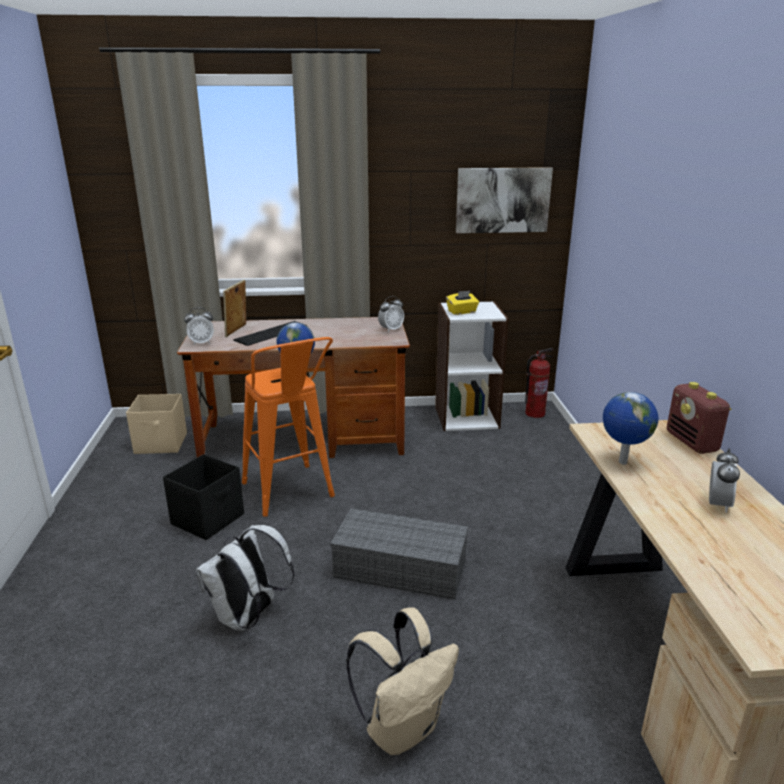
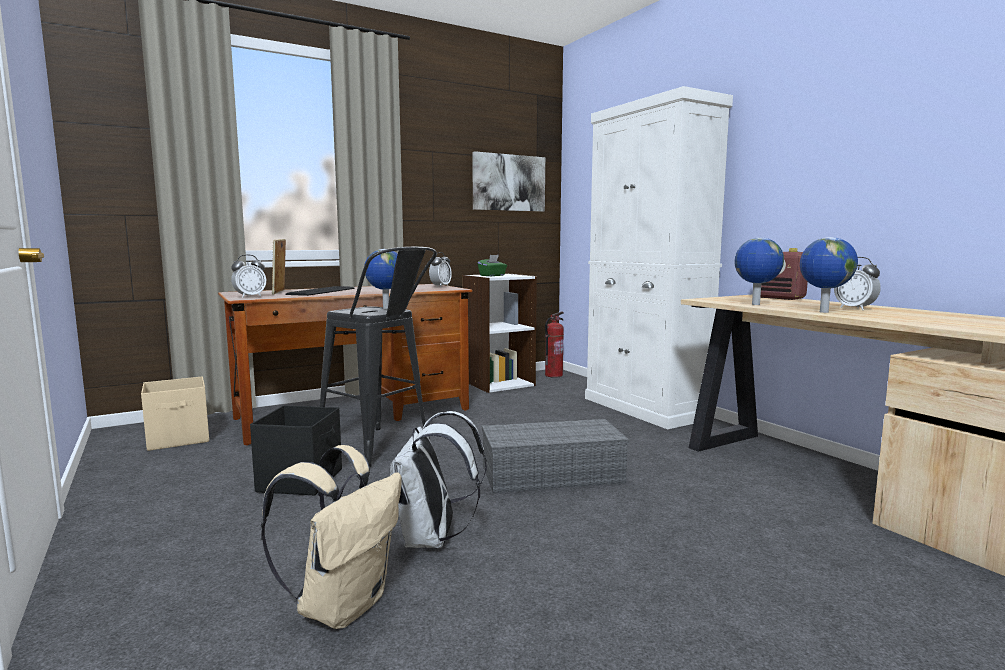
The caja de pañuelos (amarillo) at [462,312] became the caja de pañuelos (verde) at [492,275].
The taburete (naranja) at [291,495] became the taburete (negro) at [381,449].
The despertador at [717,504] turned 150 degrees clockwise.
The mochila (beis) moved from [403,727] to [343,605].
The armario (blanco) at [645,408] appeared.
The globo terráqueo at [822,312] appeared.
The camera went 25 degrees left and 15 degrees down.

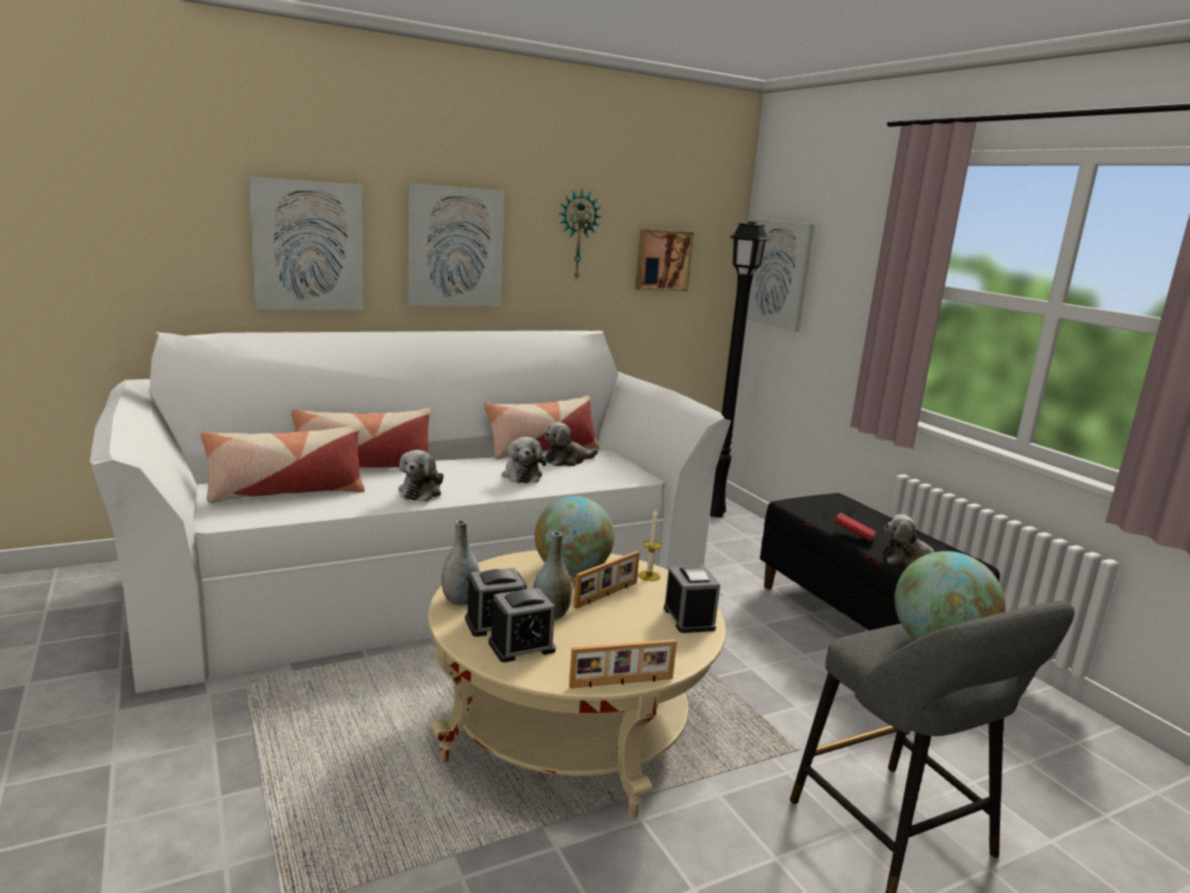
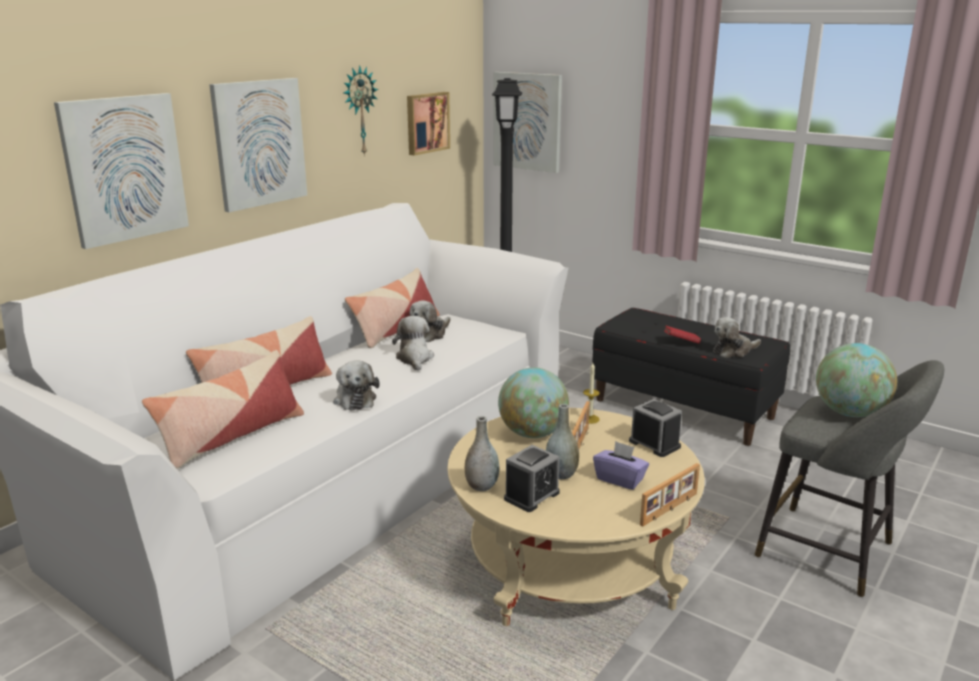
The peluche at [521,475] turned 150 degrees counterclockwise.
The despertador at [521,647] disappeared.
The caja de pañuelos (morado) at [620,479] appeared.
The camera went 25 degrees left and 5 degrees up.

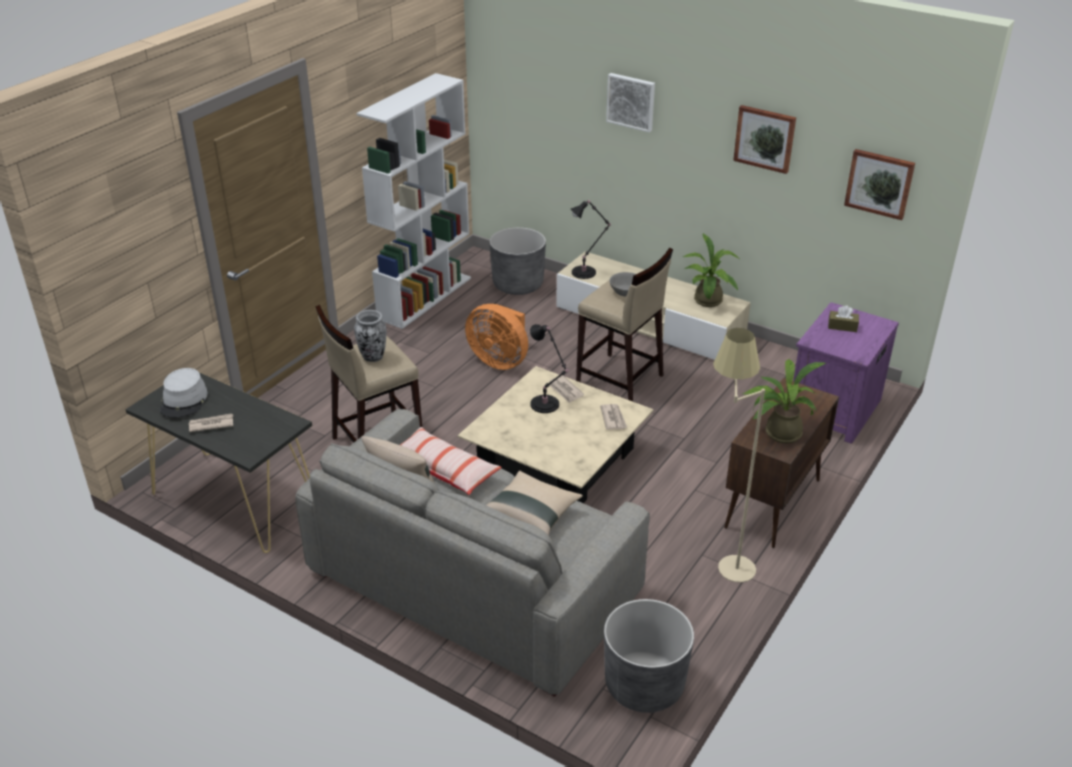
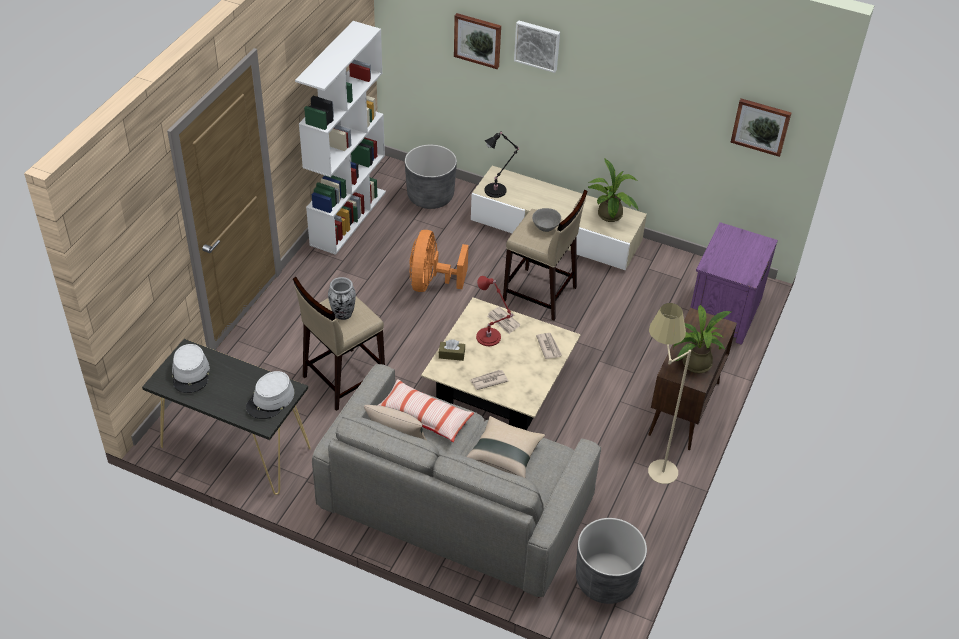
The cuadro moved from [765,138] to [478,40].
The ventilador (naranja) at [500,360] turned 75 degrees clockwise.
The caja de pañuelos (marrón) moved from [842,326] to [451,354].
The lámpara de mesa (negro) at [546,405] became the lámpara de mesa (rojo) at [490,338].
The periódico moved from [211,424] to [488,381].
The sombrero (gris) at [270,400] appeared.
The camera went 10 degrees left and 10 degrees up.

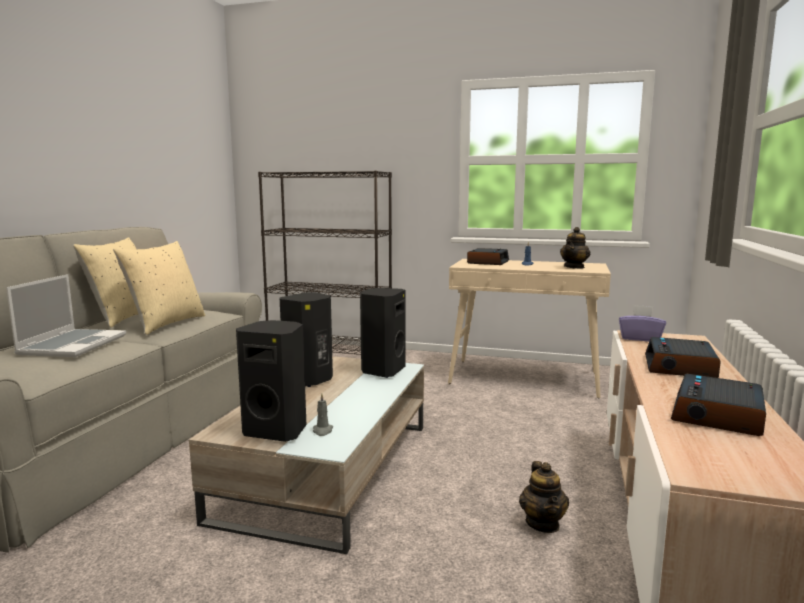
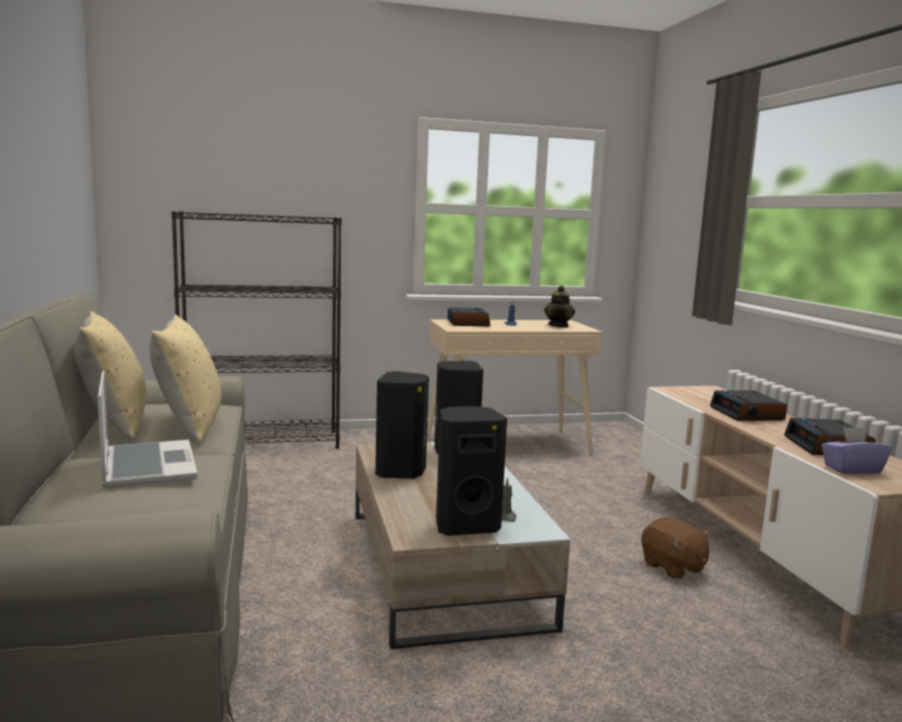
The caja de pañuelos (morado) moved from [640,338] to [851,469].
The tetera at [543,523] was replaced by the peluche (marrón) at [673,567].
The camera went 30 degrees left and 0 degrees up.

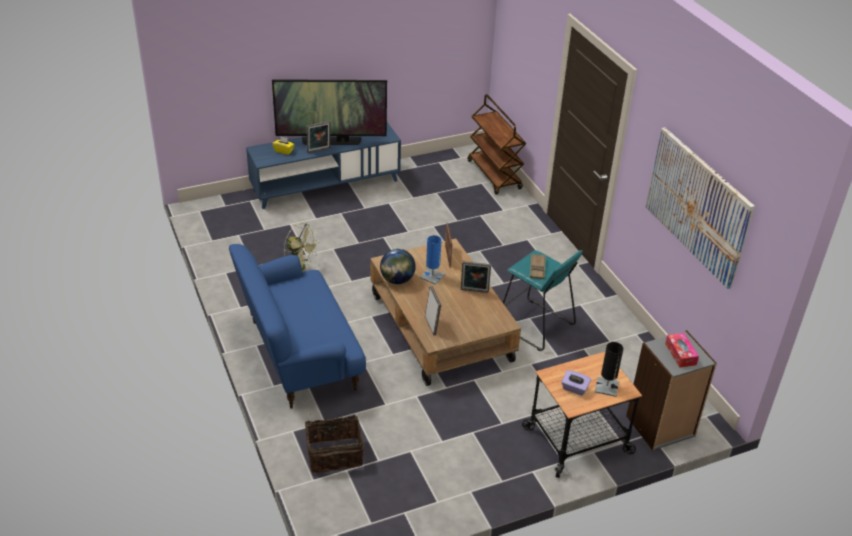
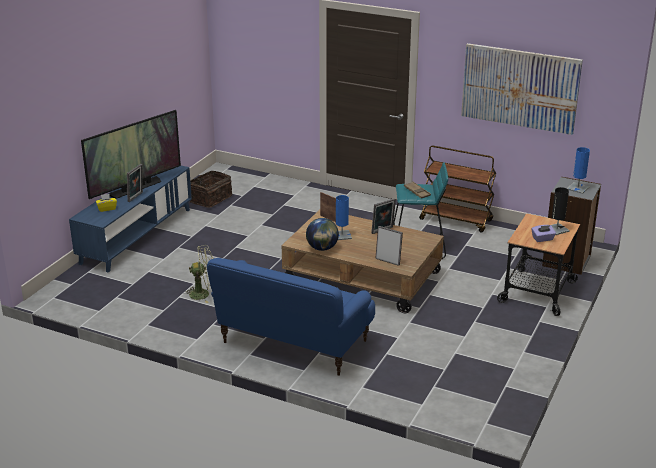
The carrito (marrón) moved from [494,175] to [456,220].
The caja de pañuelos at [680,354] was replaced by the lámpara de mesa (azul) at [578,188].
The cesta moved from [334,454] to [210,199].
The camera went 40 degrees left and 10 degrees down.

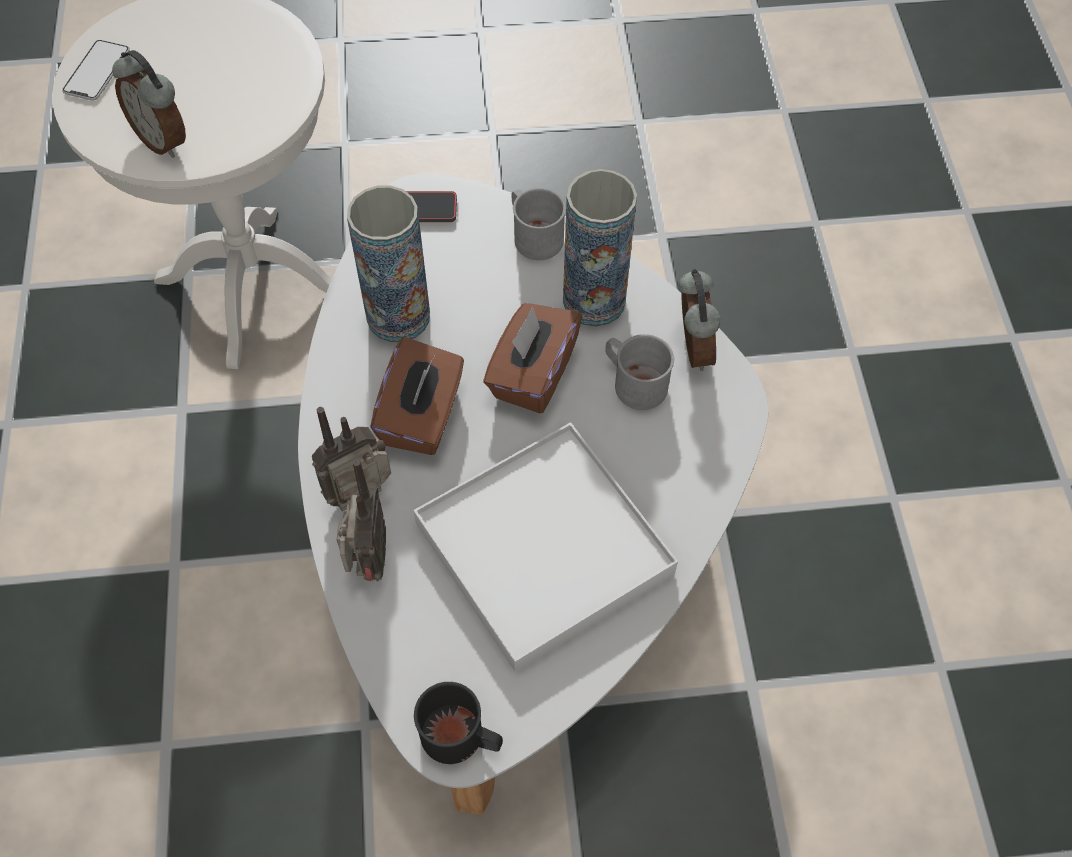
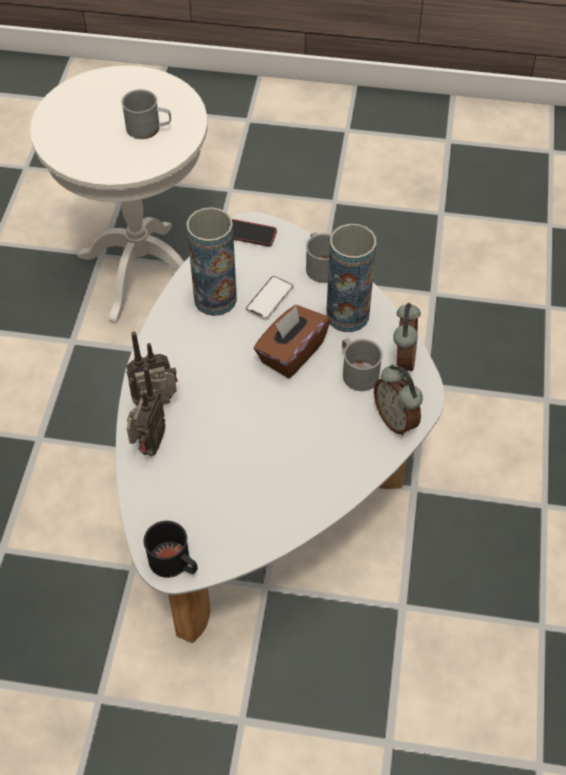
The móvil moved from [97,71] to [269,298].
The despertador moved from [163,140] to [396,419].
The caja de pañuelos (marrón) at [422,416] disappeared.
The bandeja (blanco) at [544,548] disappeared.
The taza grande (gris) at [148,129] appeared.
The camera went 15 degrees right and 5 degrees down.

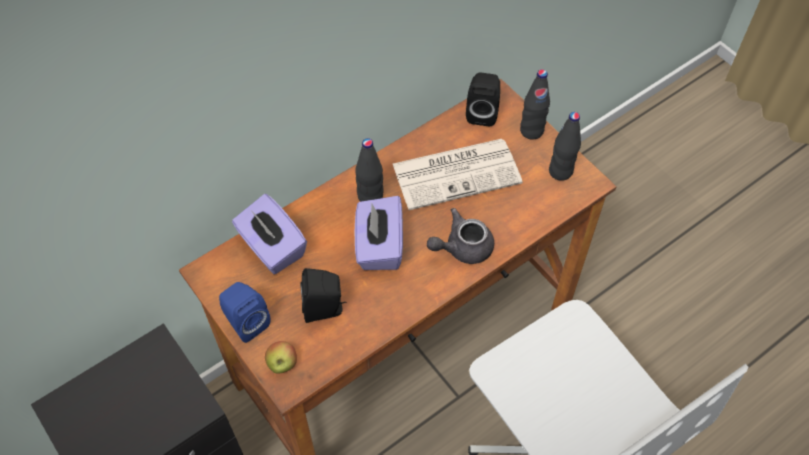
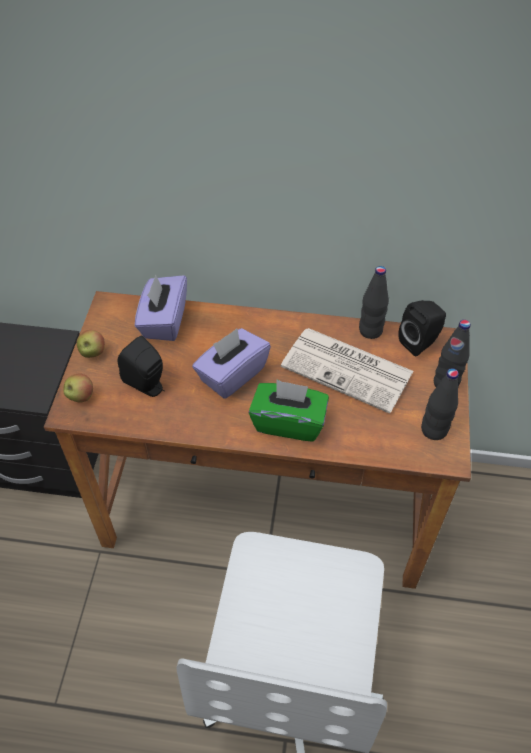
The botella (negro) moved from [370,197] to [370,330].
The tetera (gris) at [462,247] was replaced by the caja de pañuelos (verde) at [288,422].
The altavoz (azul) at [246,322] was replaced by the manzana at [92,353].
The camera went 45 degrees right and 5 degrees down.

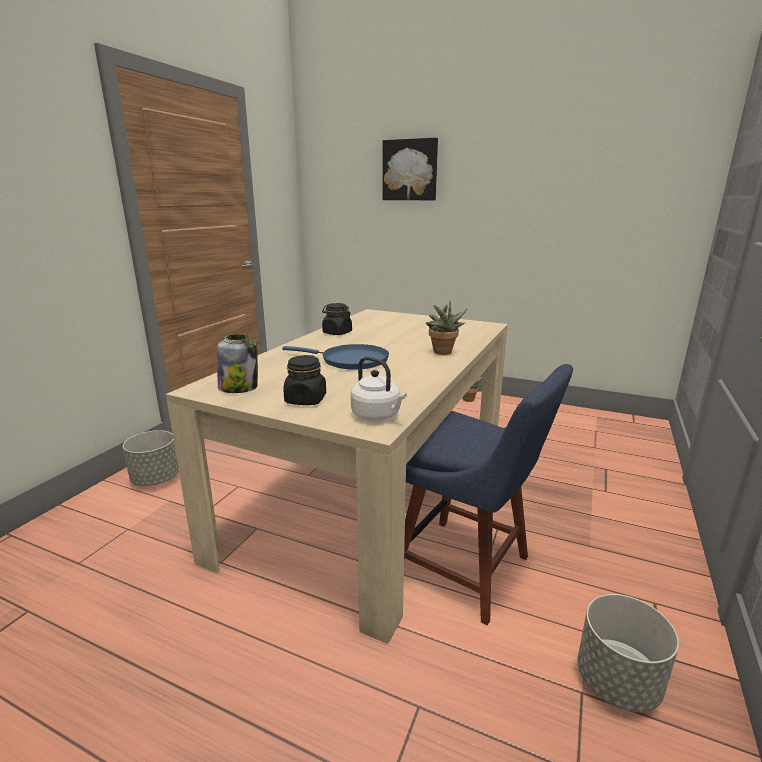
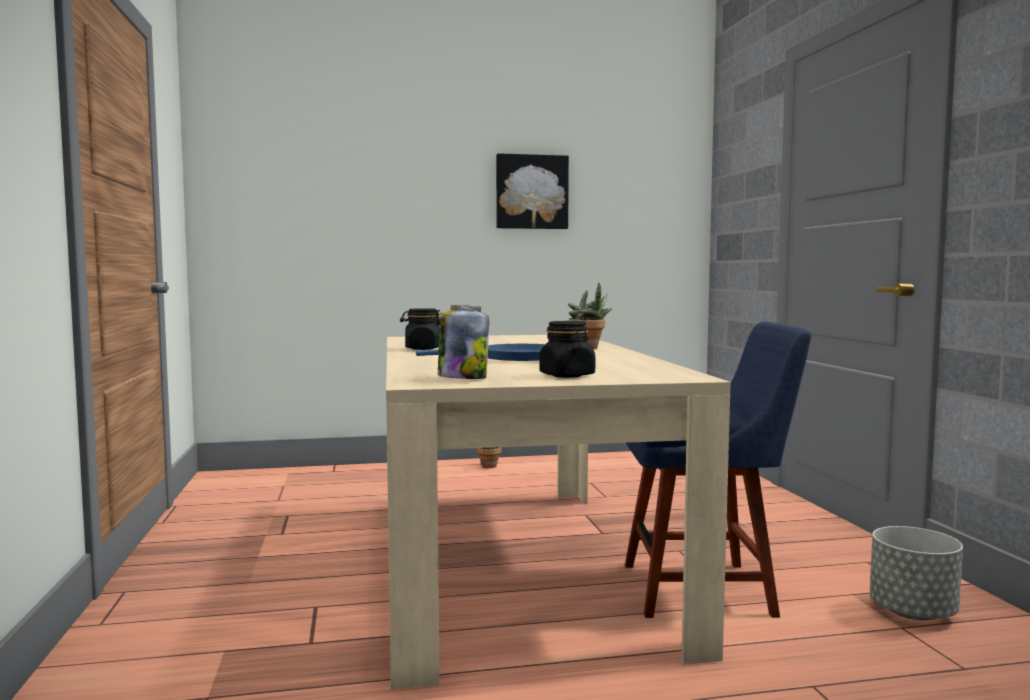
The cuadro moved from [410,170] to [531,192].
The hervidor (blanco) at [378,415] disappeared.
The maceta (gris) at [156,479] disappeared.
The camera went 35 degrees left and 15 degrees down.

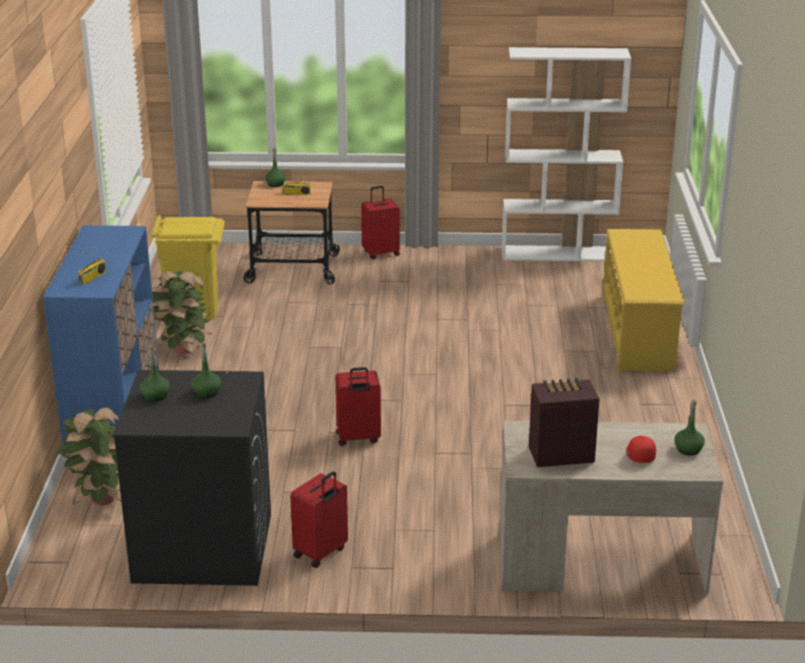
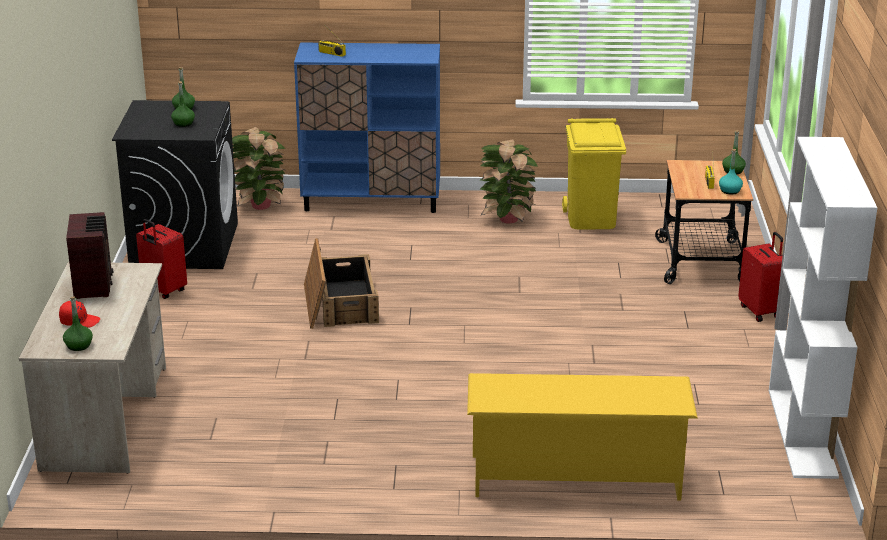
The maleta (rojo) at [358,438] was replaced by the caja de embalaje at [339,303].
The botella (turquesa) at [730,191] appeared.
The camera went 90 degrees right and 0 degrees up.

